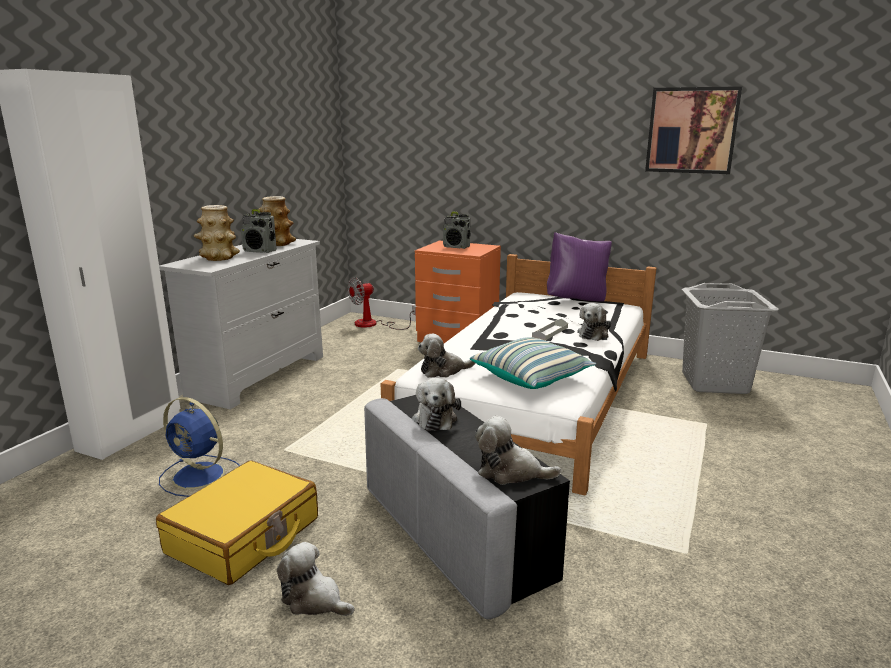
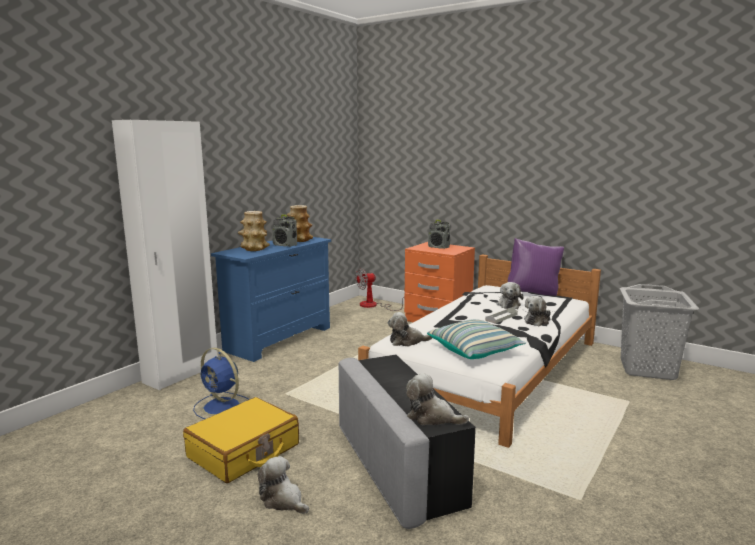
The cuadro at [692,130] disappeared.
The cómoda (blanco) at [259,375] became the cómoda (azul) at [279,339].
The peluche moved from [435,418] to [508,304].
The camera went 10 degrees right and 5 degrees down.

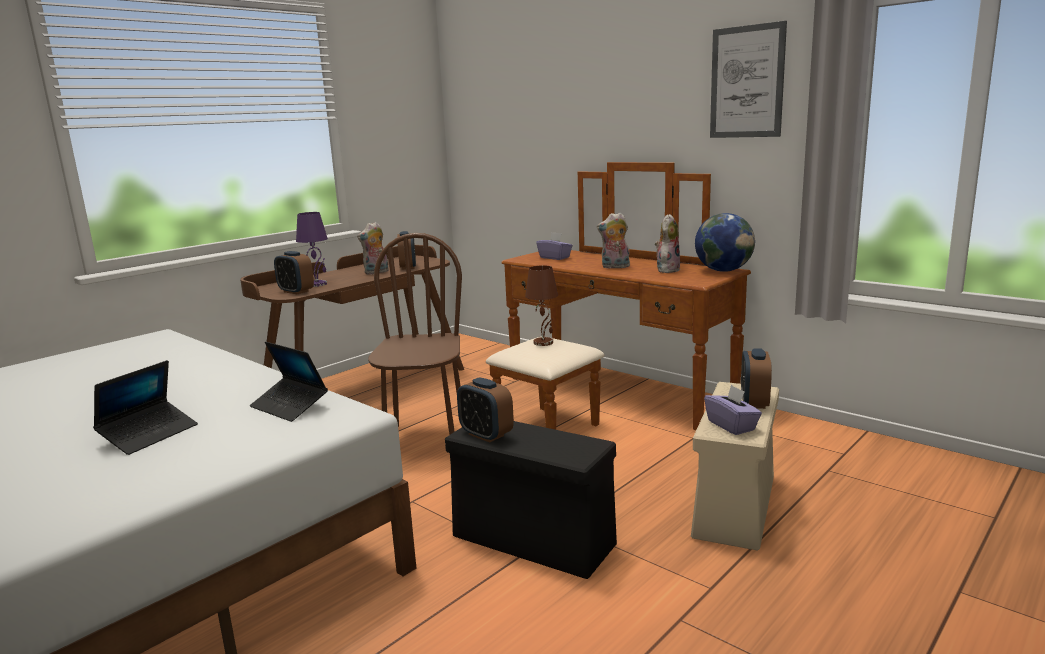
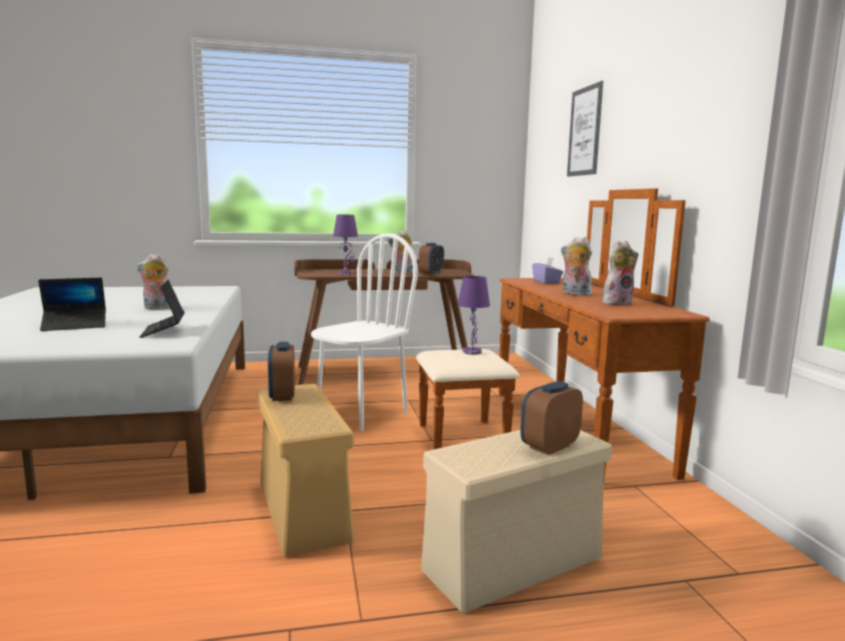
The cuadro moved from [747,82] to [584,131].
The globo terráqueo at [723,270] disappeared.
The silla (marrón) at [425,440] became the silla (blanco) at [361,414].
The despertador at [296,291] disappeared.
The lámpara de mesa (marrón) at [544,343] became the lámpara de mesa (morado) at [472,352].
The caja de pañuelos (morado) at [732,426] disappeared.
The caja de almacenaje (negro) at [535,541] became the caja de almacenaje (beis) at [303,511].
The peluche at [157,308] appeared.
The camera went 35 degrees right and 5 degrees down.

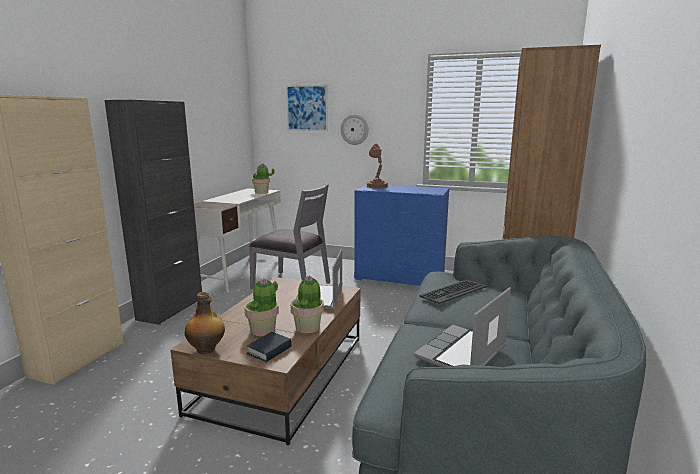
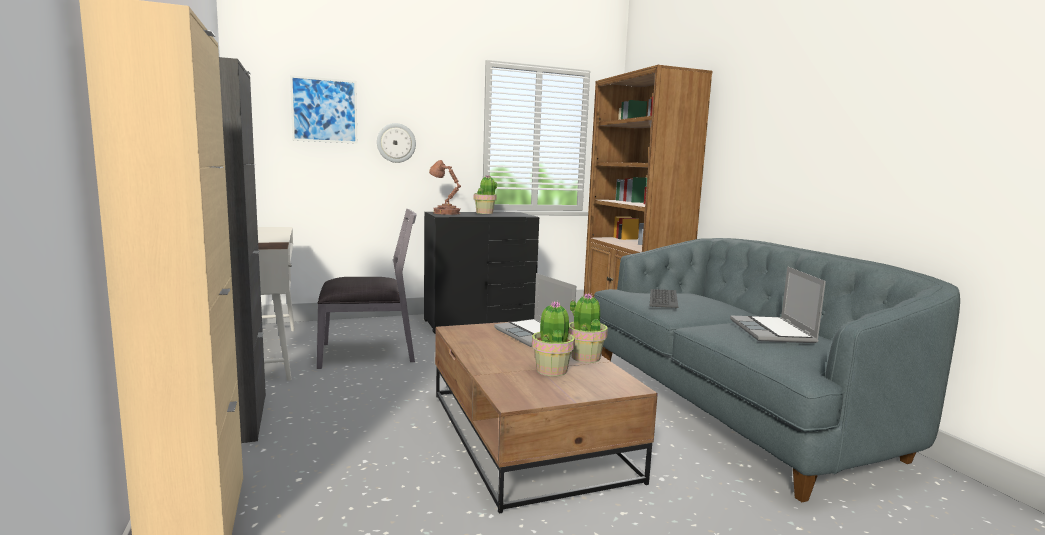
The planta en maceta moved from [262,192] to [485,213].
The cómoda (azul) at [400,277] became the cómoda (negro) at [478,322].
The botella at [207,349] disappeared.
The libro at [269,350] disappeared.
The camera went 40 degrees left and 5 degrees down.

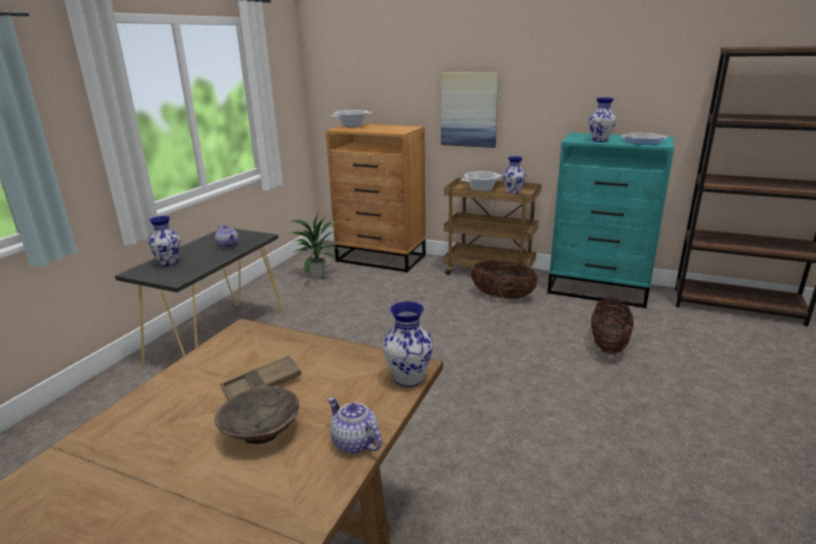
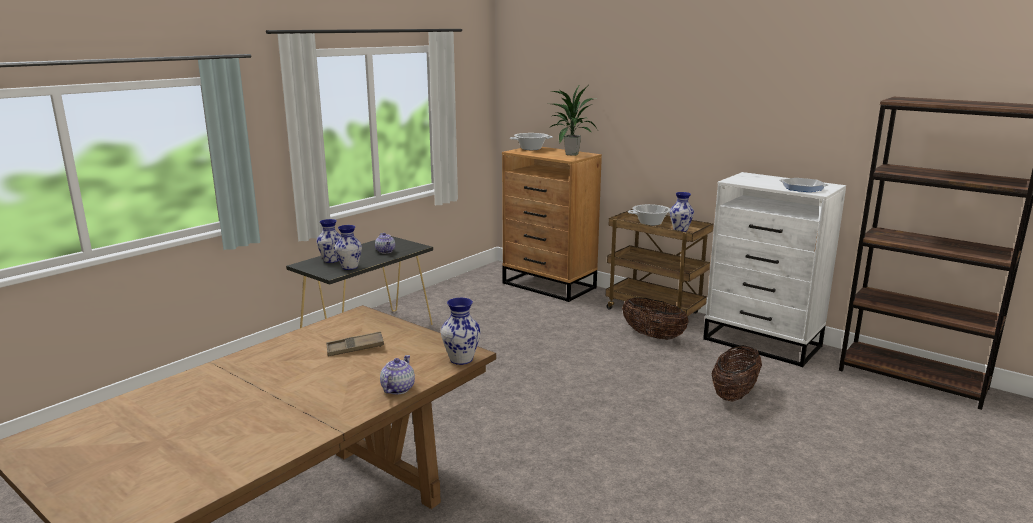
The cuadro at [469,109] disappeared.
The florero moved from [600,140] to [349,267].
The cómoda (turquesa) at [599,289] became the cómoda (blanco) at [763,343].
The planta en maceta moved from [318,276] to [571,154].
The cuenco (marrón) at [261,433] disappeared.
The tetera at [354,442] turned 45 degrees clockwise.
The camera went 15 degrees right and 5 degrees down.

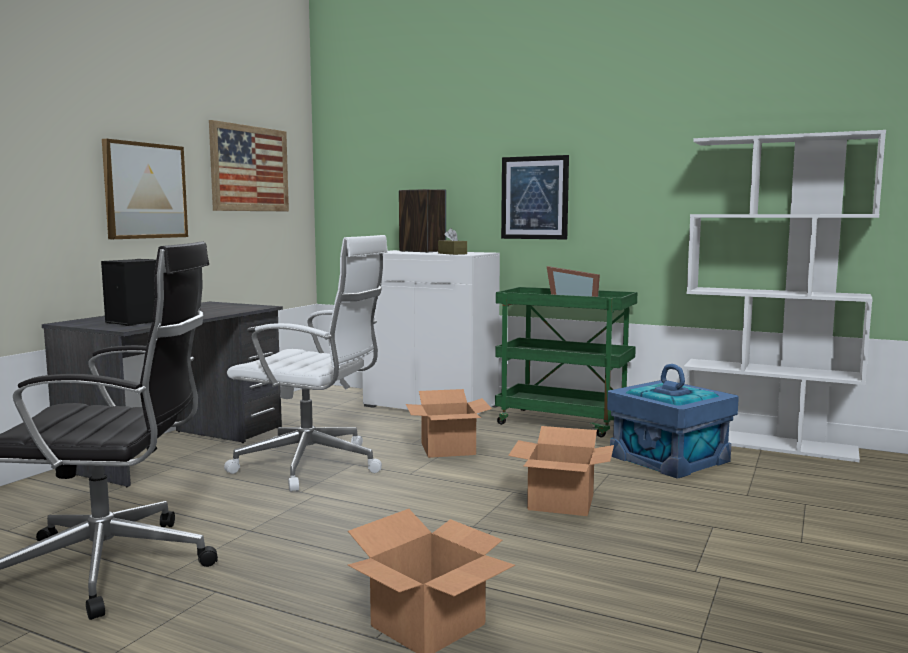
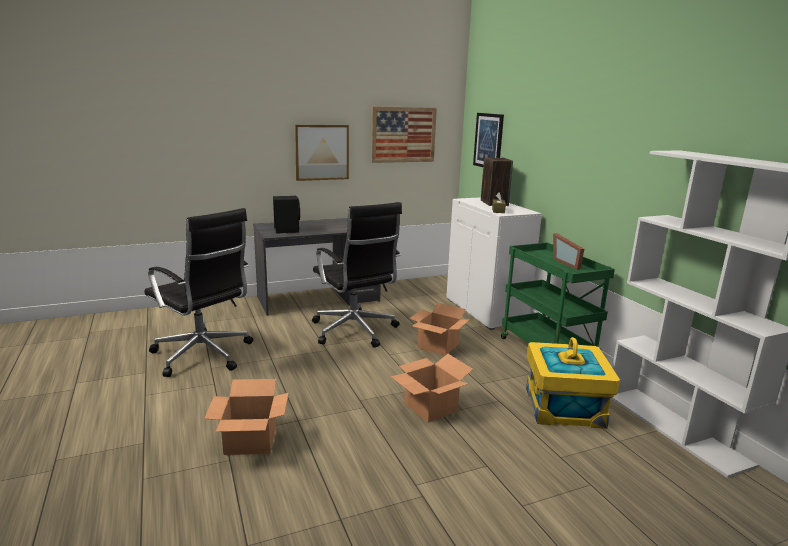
The cuadro moved from [535,198] to [488,141].
The silla de oficina (blanco) at [313,465] became the silla de oficina (negro) at [355,331].
The caja de almacenaje (azul) at [669,458] became the caja de almacenaje (amarillo) at [564,407].
The camera went 40 degrees right and 10 degrees up.

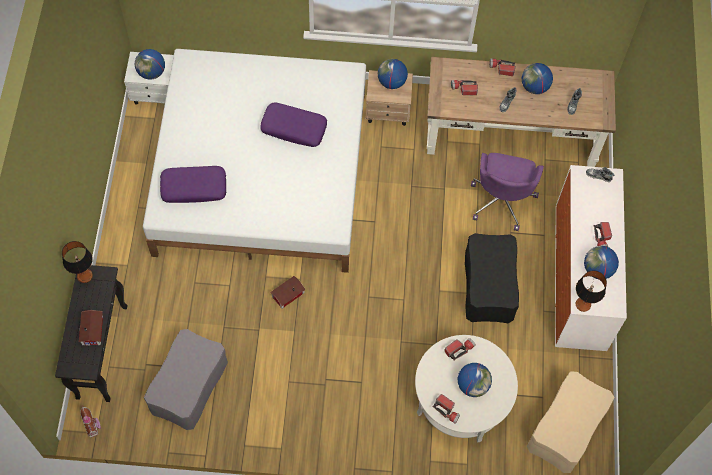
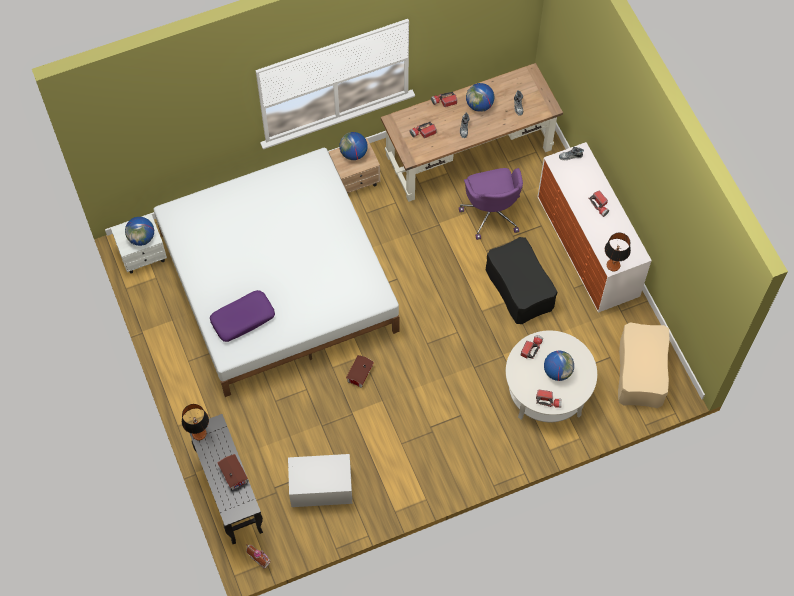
The cojín (morado) at [294,128] disappeared.
The globo terráqueo at [597,269] disappeared.
The puf (gris) at [188,385] was replaced by the caja de almacenaje (blanco) at [321,487].
The camera went 25 degrees left and 0 degrees up.

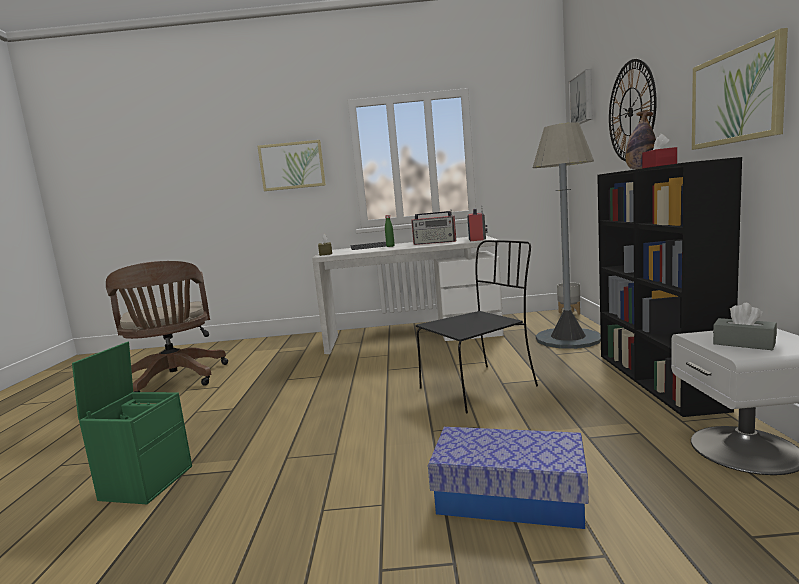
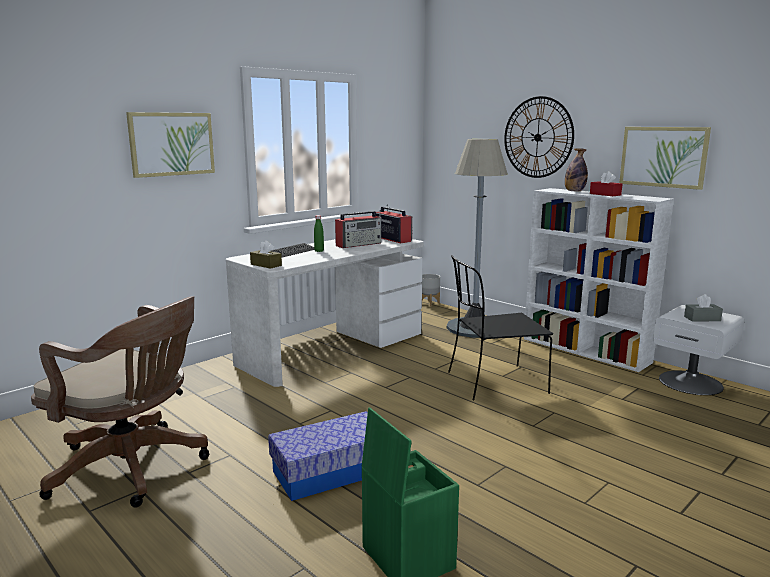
The cuadro at [582,99] disappeared.
The estantería (negro) at [657,380] became the estantería (blanco) at [586,350].
The silla (negro) at [480,387] turned 120 degrees counterclockwise.
The caja de almacenaje moved from [510,497] to [331,471].
The camera went 45 degrees left and 5 degrees up.

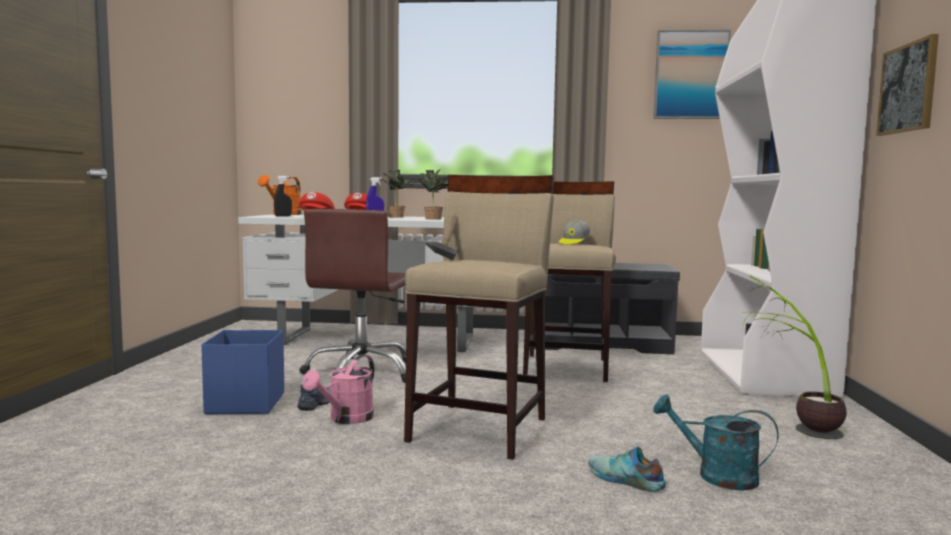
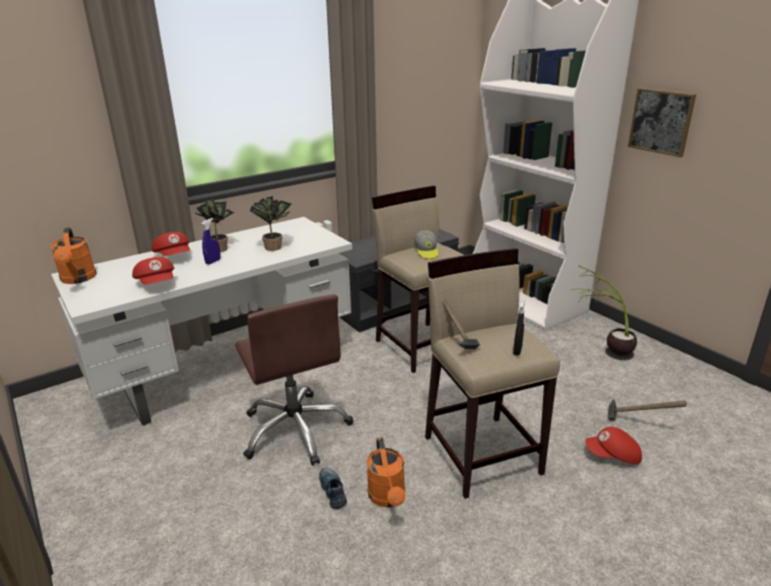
The cuadro at [691,75] disappeared.
The pulverizador (negro) moved from [283,216] to [517,350].
The caja de almacenaje (azul) at [245,404] disappeared.
The regadera (rosa) at [346,419] became the regadera (naranja) at [388,498].
The regadera (turquesa) at [716,475] was replaced by the martillo at [637,424].
The zapato at [624,480] was replaced by the gorra (rojo) at [613,456].
The camera went 40 degrees left and 20 degrees up.

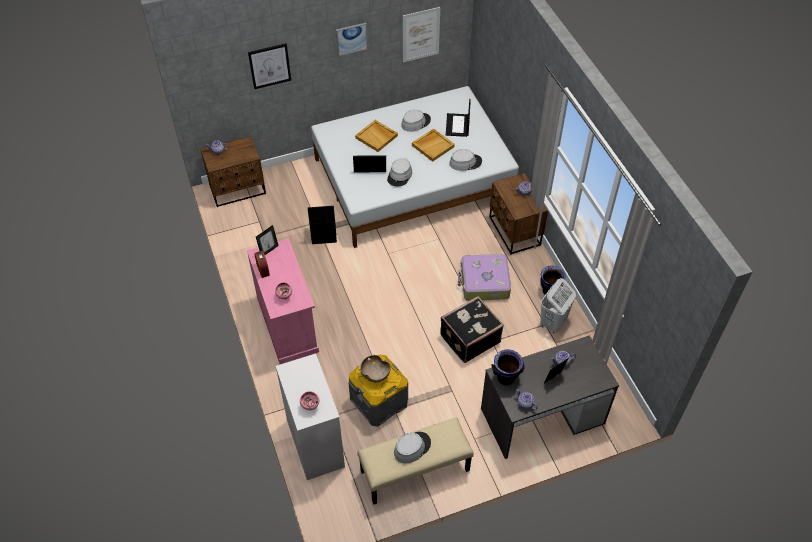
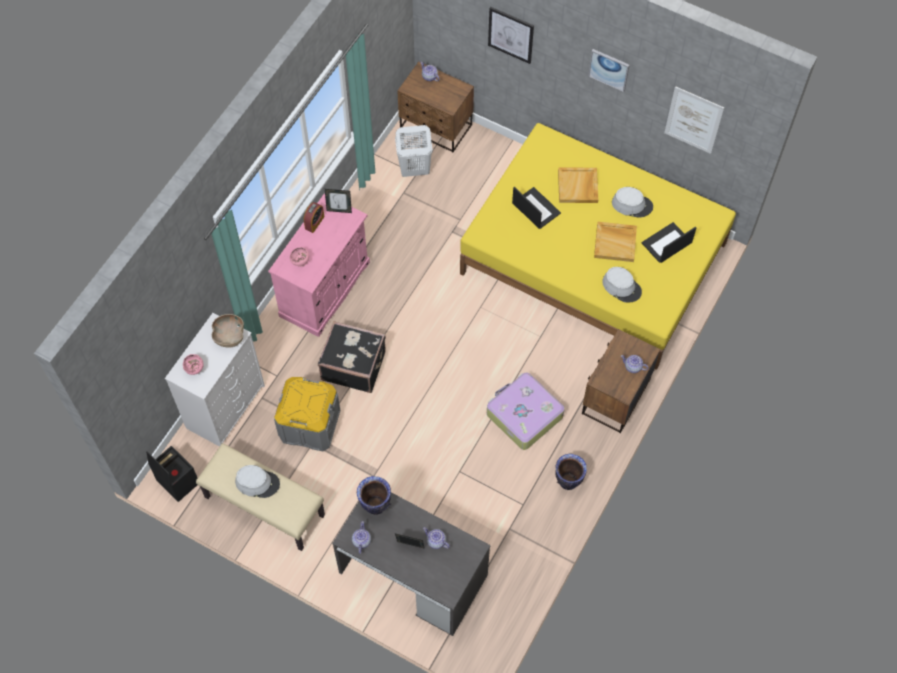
The cama (blanco) at [413,180] became the cama (amarillo) at [593,259].
The sombrero (gris) at [400,175] disappeared.
The caja de almacenaje (negro) moved from [323,235] to [177,481].
The cesto de la ropa (blanco) moved from [553,323] to [414,169].
The maleta (negro) moved from [469,338] to [353,365].
The cuenco (marrón) moved from [375,374] to [229,336].
The camera went 50 degrees right and 10 degrees up.

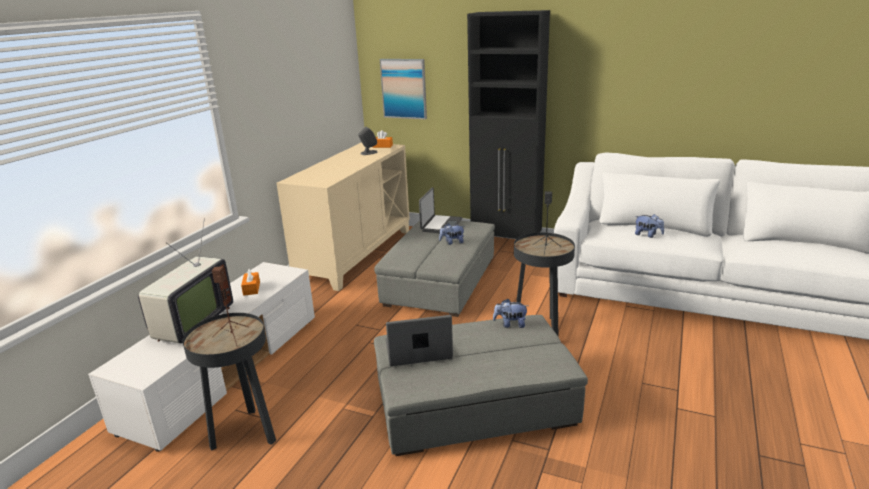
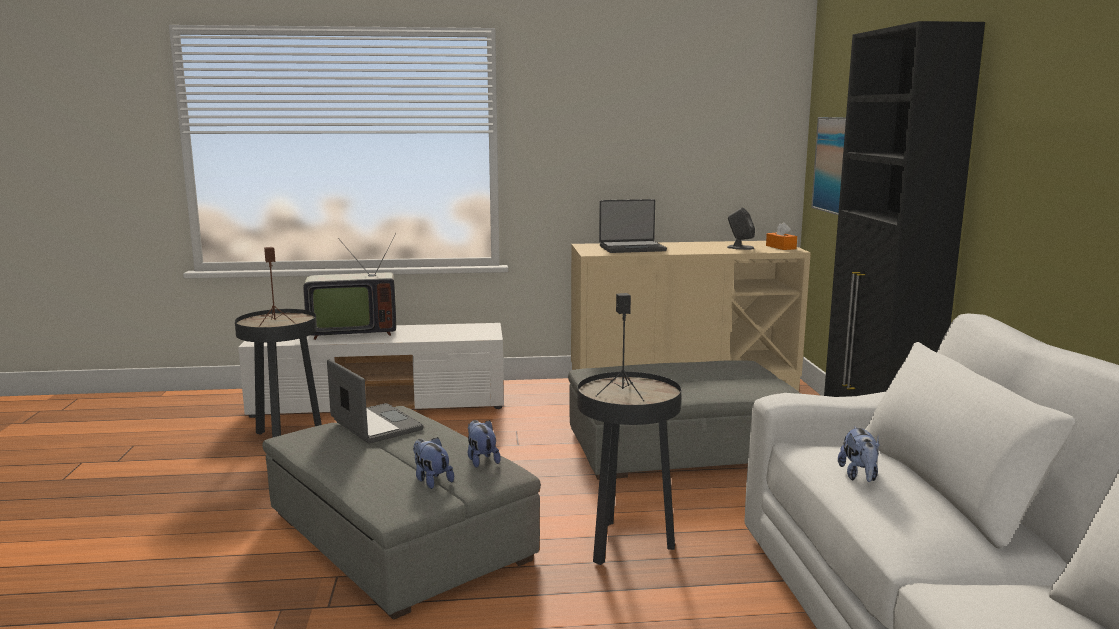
The portátil moved from [440,225] to [632,248].
The peluche moved from [452,242] to [431,480].
The caja de pañuelos (naranja) at [251,288] disappeared.
The camera went 60 degrees right and 10 degrees down.

